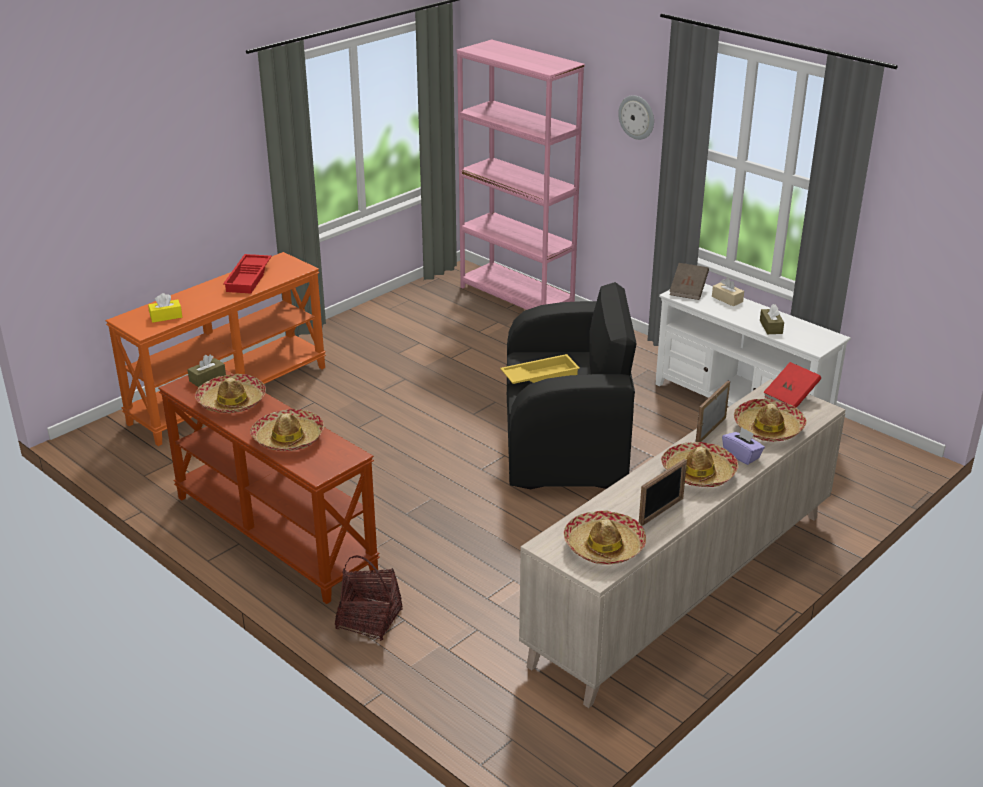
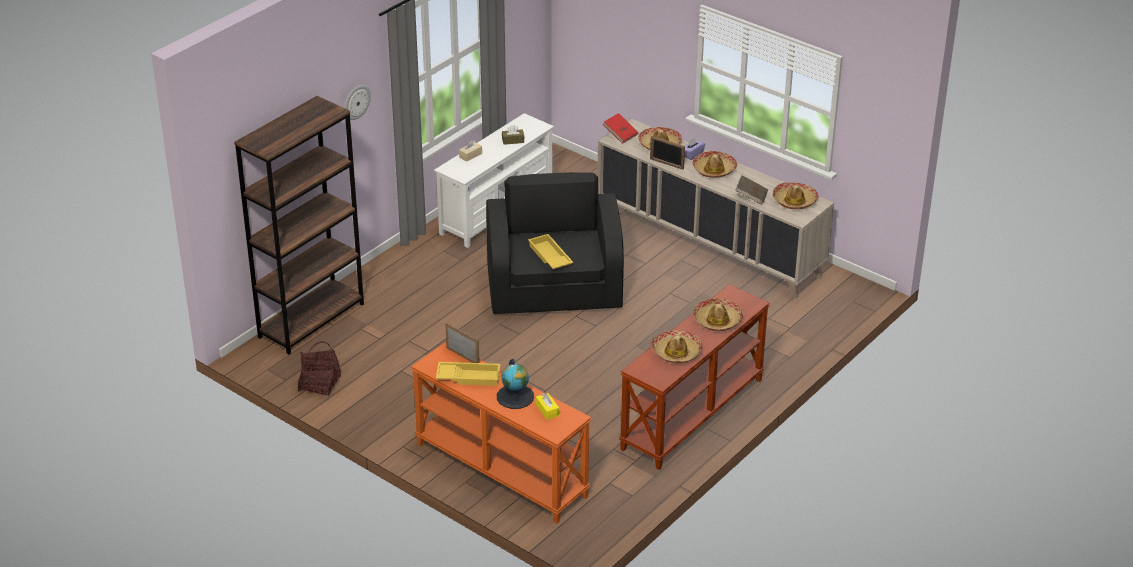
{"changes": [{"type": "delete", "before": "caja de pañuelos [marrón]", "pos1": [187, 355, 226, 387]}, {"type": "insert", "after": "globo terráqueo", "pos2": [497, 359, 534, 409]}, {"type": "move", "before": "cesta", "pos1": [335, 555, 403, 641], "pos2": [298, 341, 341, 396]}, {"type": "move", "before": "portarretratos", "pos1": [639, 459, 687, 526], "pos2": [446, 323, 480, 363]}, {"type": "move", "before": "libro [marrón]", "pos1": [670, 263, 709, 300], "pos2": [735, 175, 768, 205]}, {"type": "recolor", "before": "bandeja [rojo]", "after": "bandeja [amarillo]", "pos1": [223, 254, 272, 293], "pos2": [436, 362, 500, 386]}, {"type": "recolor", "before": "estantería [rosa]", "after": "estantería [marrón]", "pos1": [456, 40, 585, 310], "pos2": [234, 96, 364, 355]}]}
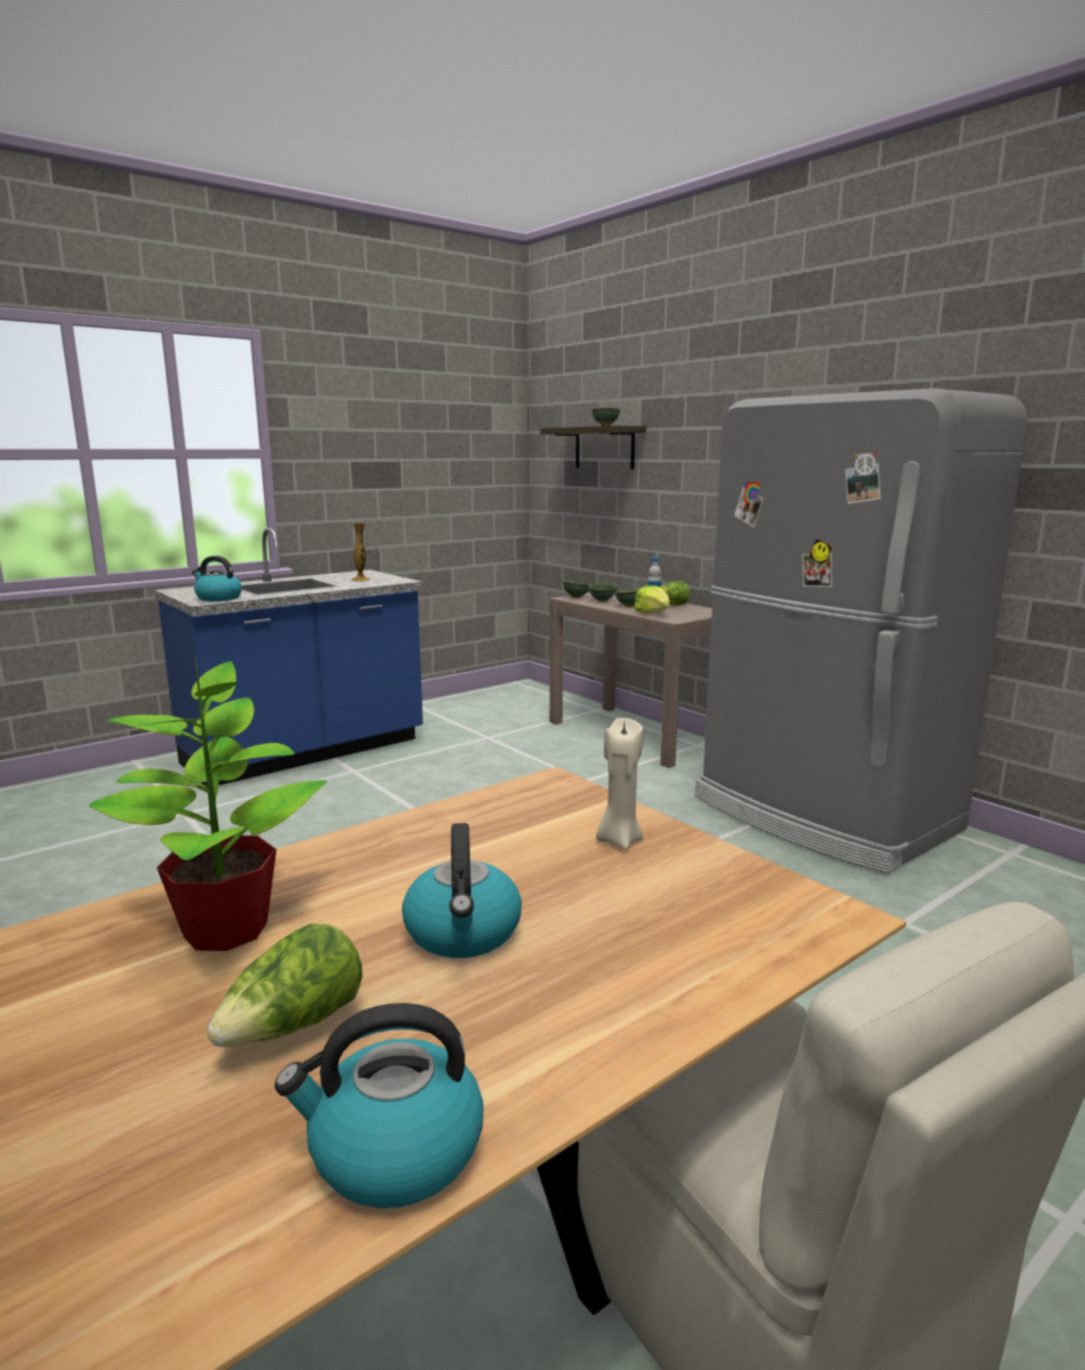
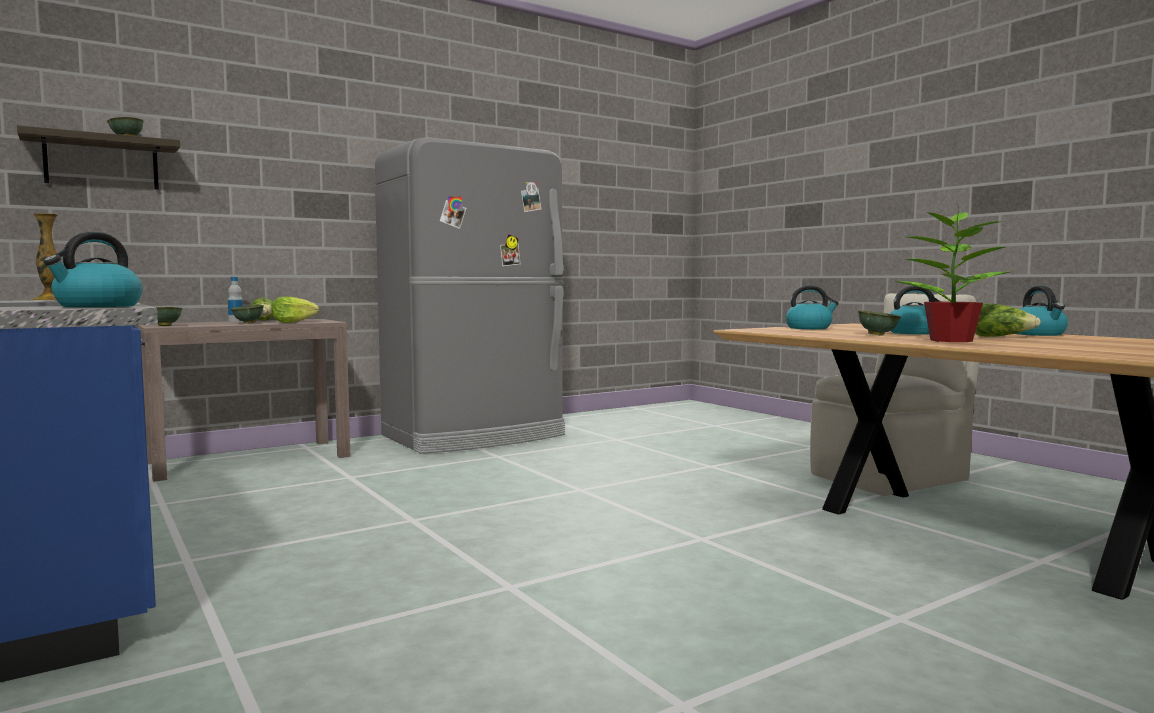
{"changes": [{"type": "move", "before": "cuenco [verde]", "pos1": [588, 582, 618, 602], "pos2": [858, 310, 901, 336]}, {"type": "replace", "before": "vela [beis]", "after": "hervidor", "pos1": [596, 718, 644, 850], "pos2": [785, 285, 839, 329]}]}
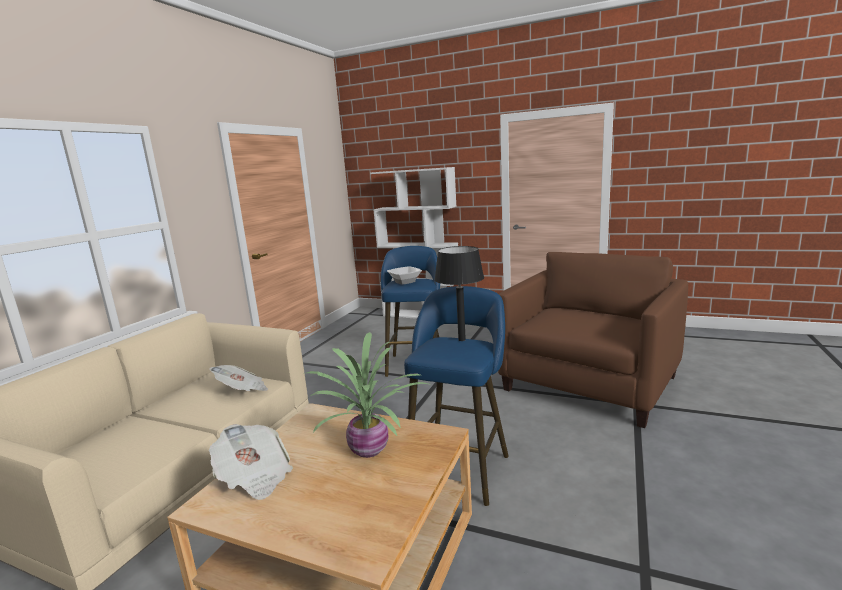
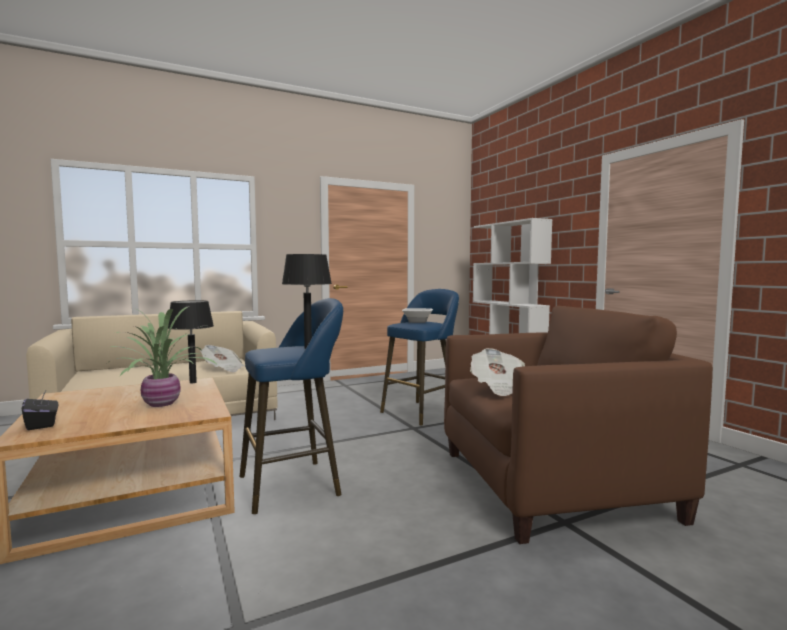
{"changes": [{"type": "insert", "after": "caja de pañuelos [negro]", "pos2": [22, 389, 58, 430]}, {"type": "insert", "after": "lámpara de mesa [negro]", "pos2": [168, 300, 214, 383]}, {"type": "move", "before": "periódico", "pos1": [209, 424, 293, 500], "pos2": [470, 348, 525, 396]}]}
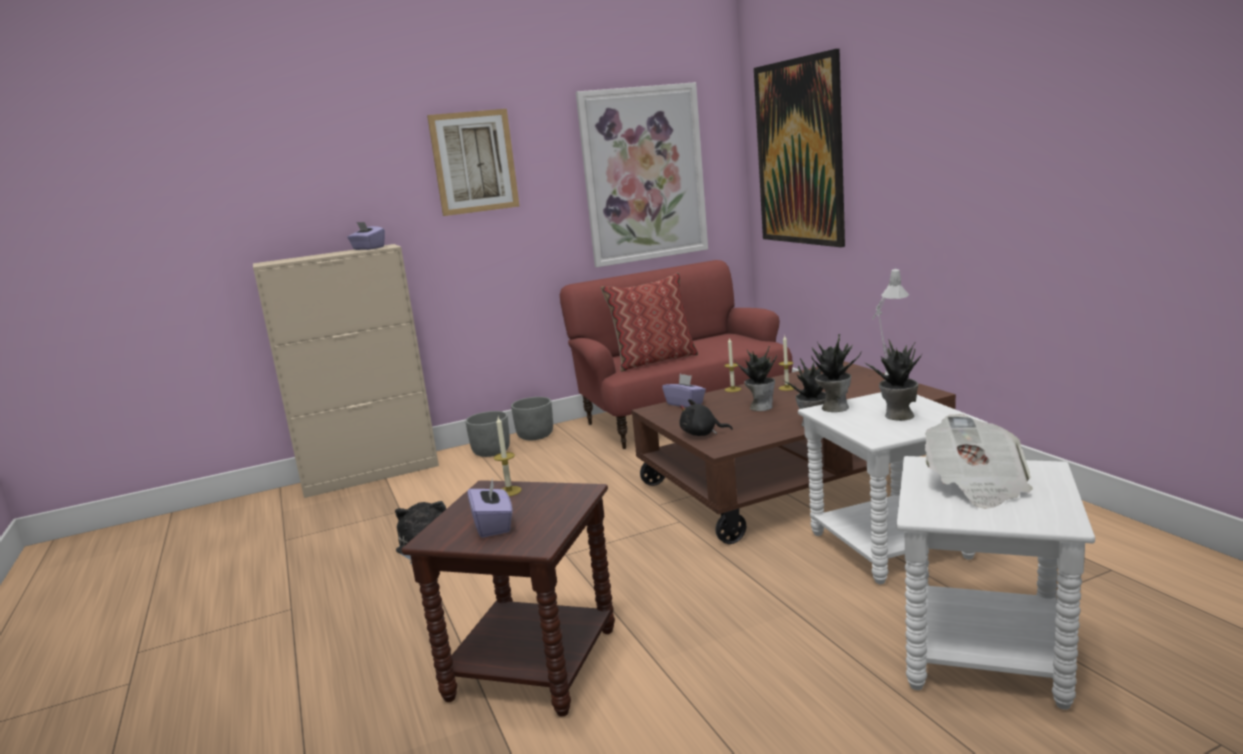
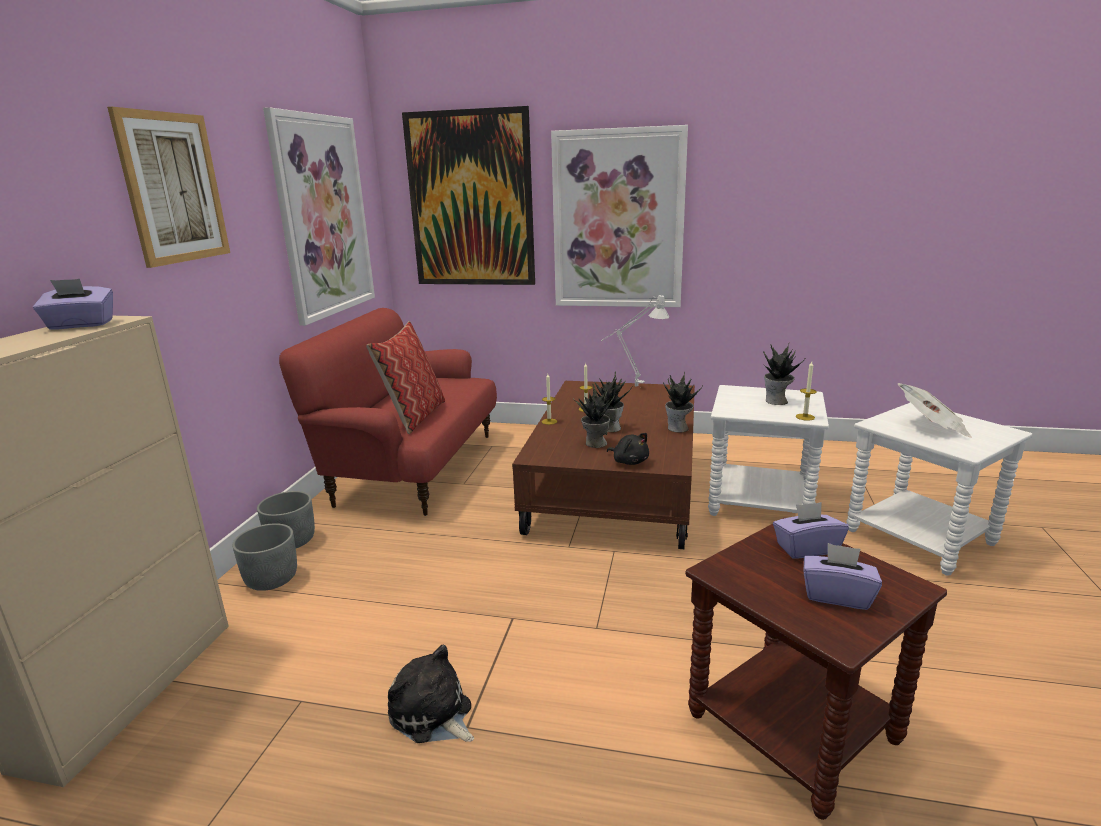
{"changes": [{"type": "insert", "after": "cuadro", "pos2": [551, 125, 688, 307]}, {"type": "move", "before": "vela", "pos1": [494, 417, 522, 496], "pos2": [796, 361, 817, 421]}, {"type": "move", "before": "caja de pañuelos [morado]", "pos1": [662, 374, 706, 407], "pos2": [773, 502, 849, 559]}, {"type": "move", "before": "planta en maceta", "pos1": [811, 334, 861, 412], "pos2": [575, 384, 615, 448]}, {"type": "rotate", "before": "peluche [negro]", "pos1": [680, 399, 733, 436], "pos2": [607, 433, 649, 465], "turn": -90}]}
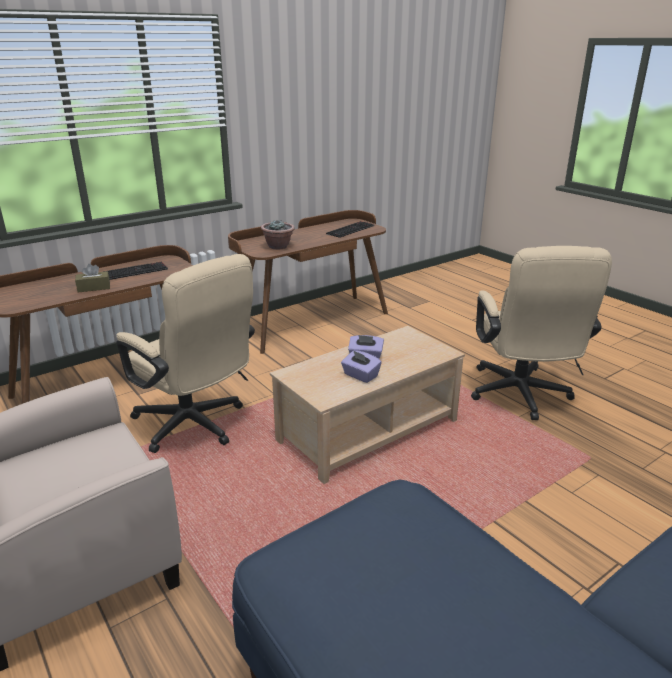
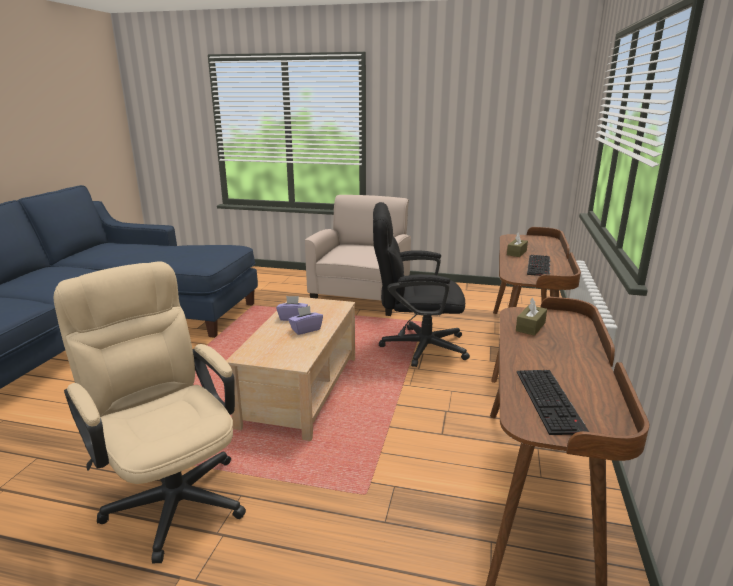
{"changes": [{"type": "replace", "before": "planta en maceta", "after": "caja de pañuelos [marrón]", "pos1": [261, 220, 295, 249], "pos2": [516, 298, 547, 336]}, {"type": "recolor", "before": "silla de oficina [beis]", "after": "silla de oficina [negro]", "pos1": [116, 254, 255, 453], "pos2": [373, 202, 470, 367]}]}
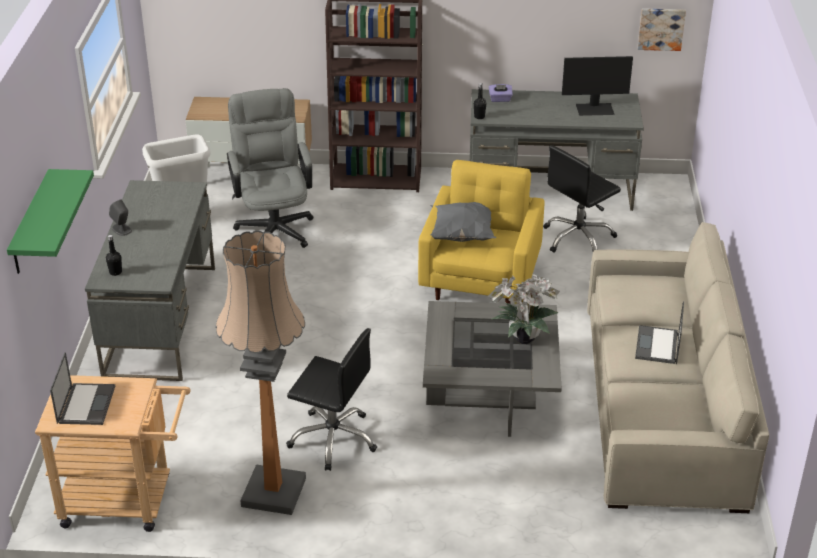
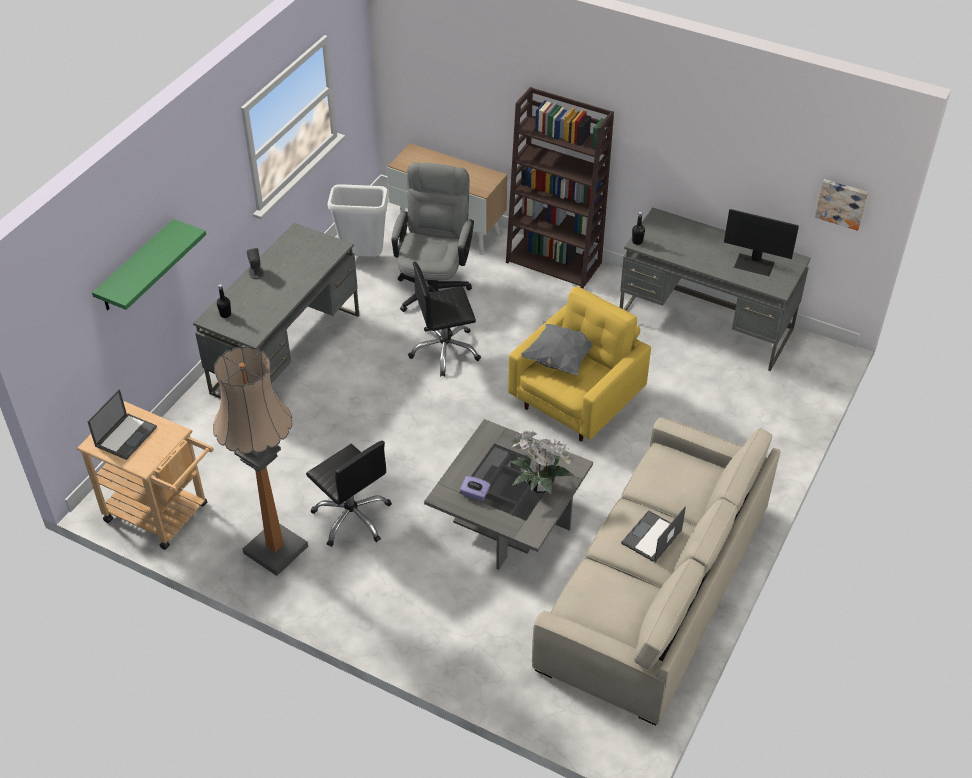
{"changes": [{"type": "move", "before": "caja de pañuelos [morado]", "pos1": [489, 84, 513, 102], "pos2": [460, 476, 490, 501]}, {"type": "move", "before": "silla de oficina [negro]", "pos1": [543, 145, 621, 253], "pos2": [408, 262, 481, 377]}]}
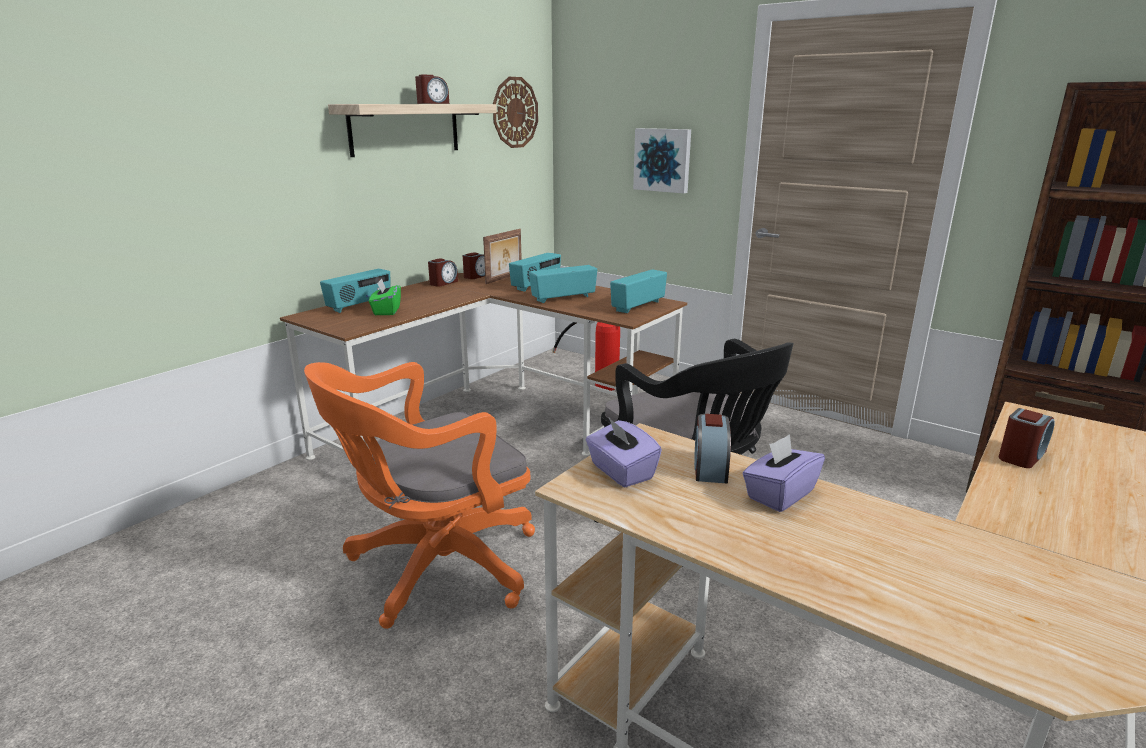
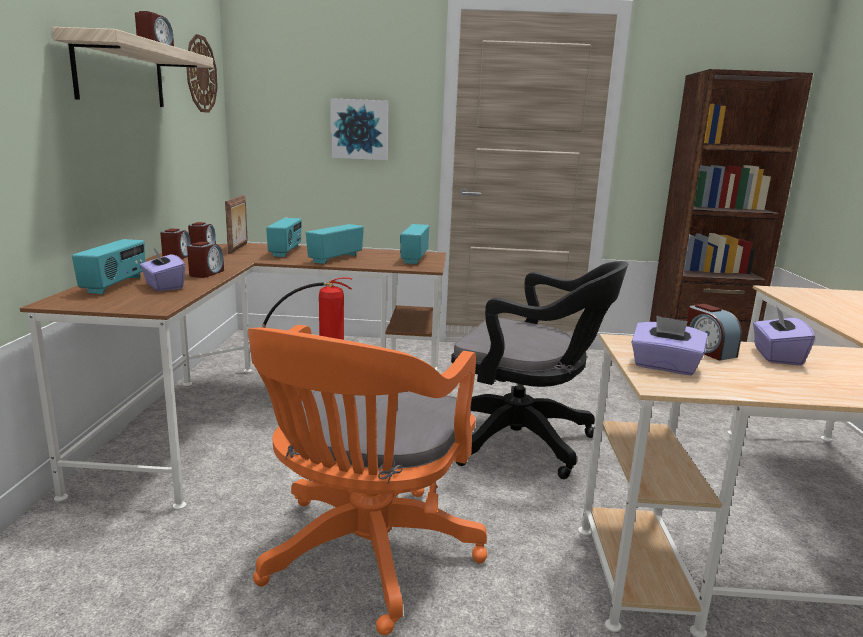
{"changes": [{"type": "move", "before": "despertador", "pos1": [999, 408, 1055, 468], "pos2": [187, 242, 224, 278]}, {"type": "recolor", "before": "caja de pañuelos [verde]", "after": "caja de pañuelos [morado]", "pos1": [369, 279, 401, 315], "pos2": [140, 249, 185, 291]}]}
